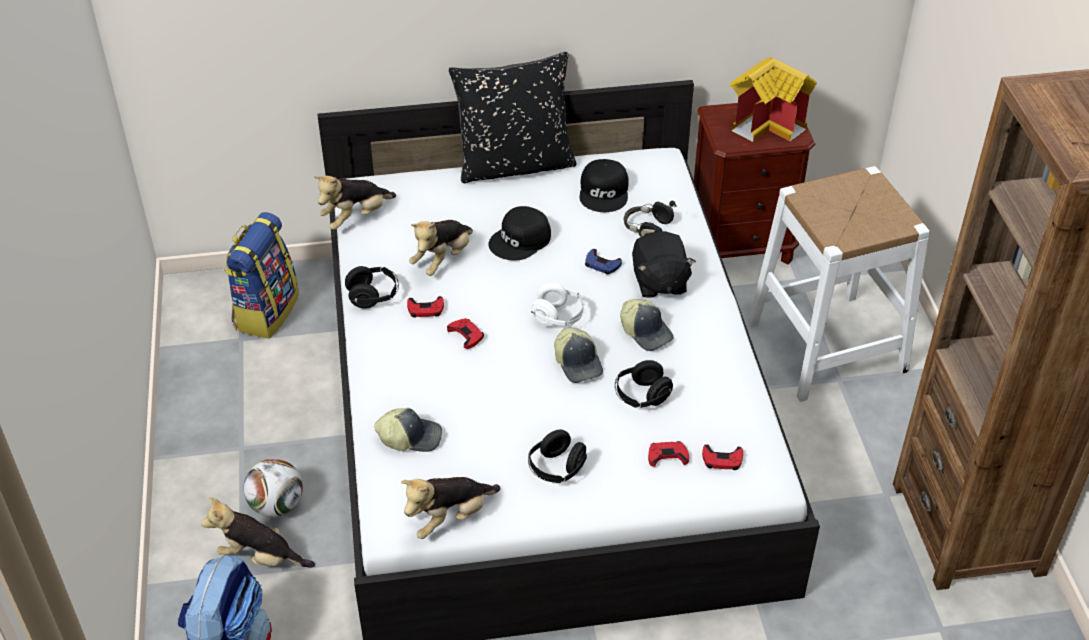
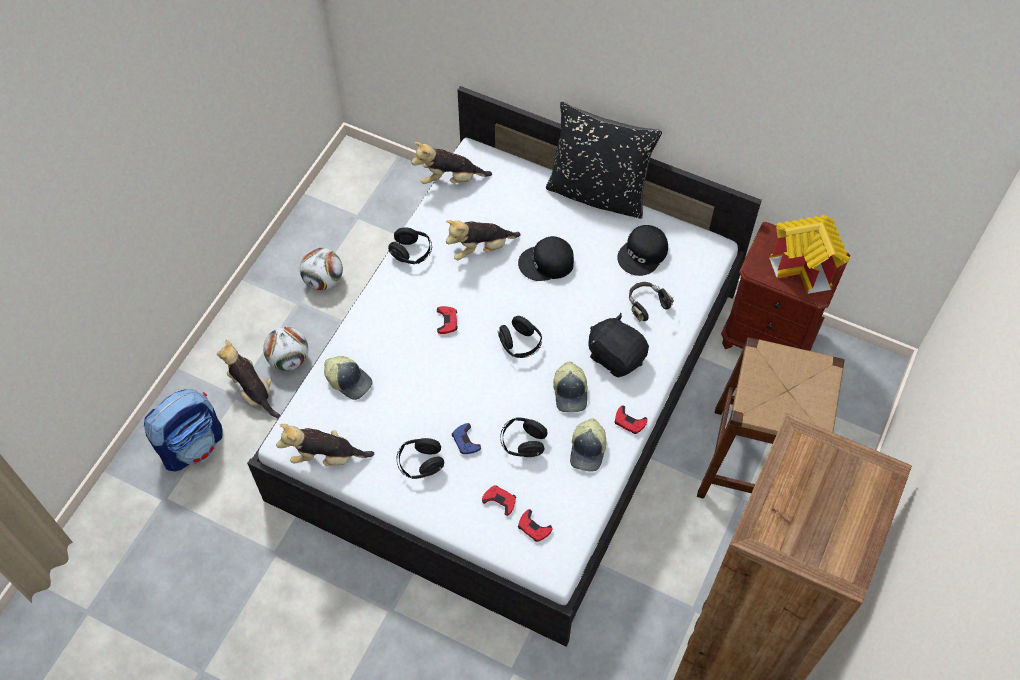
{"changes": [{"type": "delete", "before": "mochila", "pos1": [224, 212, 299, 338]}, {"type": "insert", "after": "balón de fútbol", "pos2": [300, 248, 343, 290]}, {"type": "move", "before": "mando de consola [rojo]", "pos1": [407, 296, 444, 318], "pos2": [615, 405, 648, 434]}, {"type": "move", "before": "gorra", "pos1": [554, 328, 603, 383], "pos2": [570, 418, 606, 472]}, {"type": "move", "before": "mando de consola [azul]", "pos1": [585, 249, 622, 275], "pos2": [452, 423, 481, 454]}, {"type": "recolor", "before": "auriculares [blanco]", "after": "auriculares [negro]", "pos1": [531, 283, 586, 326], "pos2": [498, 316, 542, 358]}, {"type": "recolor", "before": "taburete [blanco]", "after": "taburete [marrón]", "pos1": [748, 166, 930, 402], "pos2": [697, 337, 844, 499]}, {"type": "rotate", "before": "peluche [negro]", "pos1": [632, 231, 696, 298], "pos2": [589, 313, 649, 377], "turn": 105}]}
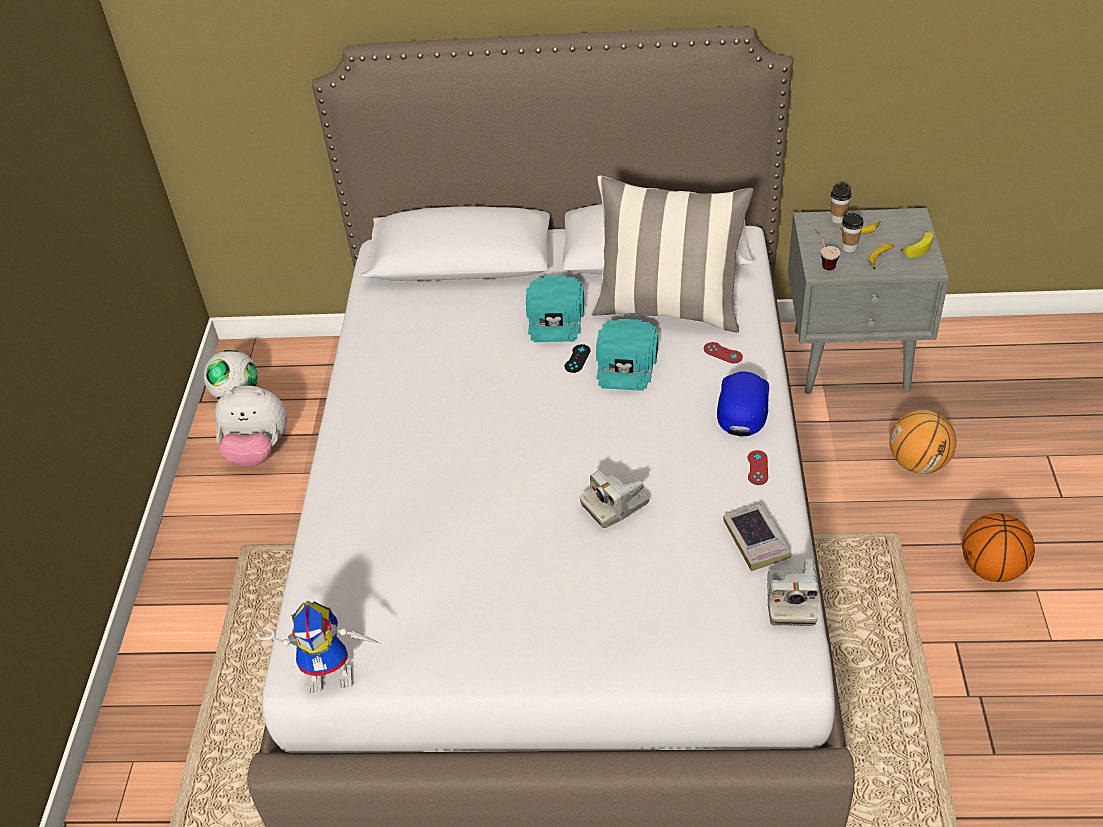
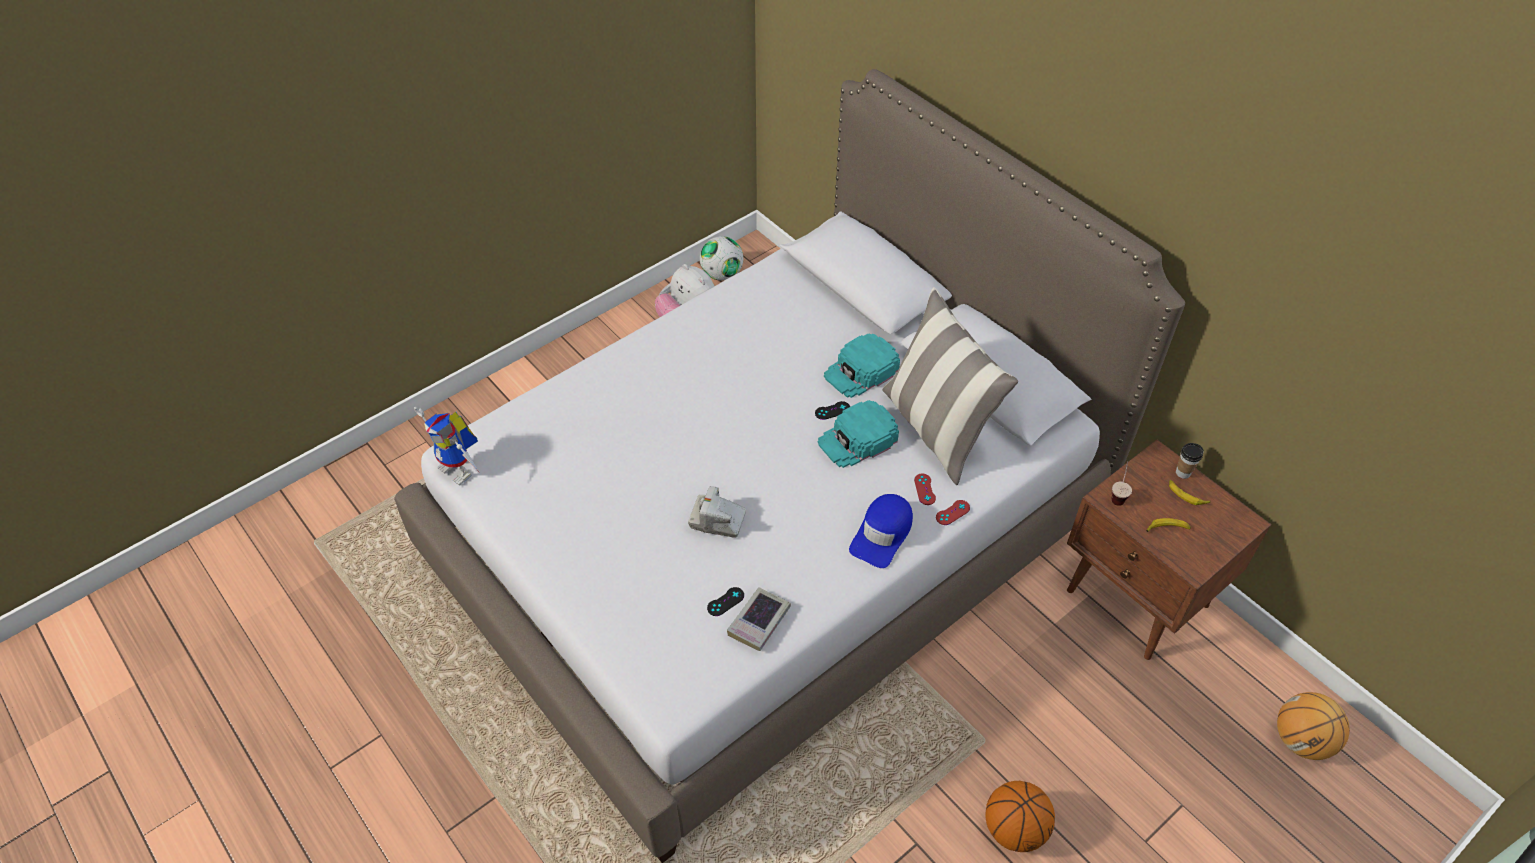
{"changes": [{"type": "delete", "before": "cámara", "pos1": [767, 559, 819, 626]}, {"type": "delete", "before": "taza", "pos1": [842, 213, 864, 252]}, {"type": "delete", "before": "plátano", "pos1": [901, 231, 933, 258]}, {"type": "insert", "after": "mando de consola [negro]", "pos2": [707, 587, 744, 616]}, {"type": "move", "before": "mando de consola [rojo]", "pos1": [748, 450, 768, 485], "pos2": [936, 500, 970, 525]}, {"type": "move", "before": "balón de baloncesto", "pos1": [889, 410, 957, 474], "pos2": [1277, 692, 1350, 760]}, {"type": "recolor", "before": "mesita de noche [gris]", "after": "mesita de noche [marrón]", "pos1": [788, 208, 949, 394], "pos2": [1067, 440, 1271, 660]}, {"type": "rotate", "before": "gorra [azul]", "pos1": [717, 372, 769, 436], "pos2": [849, 494, 913, 568], "turn": 150}]}
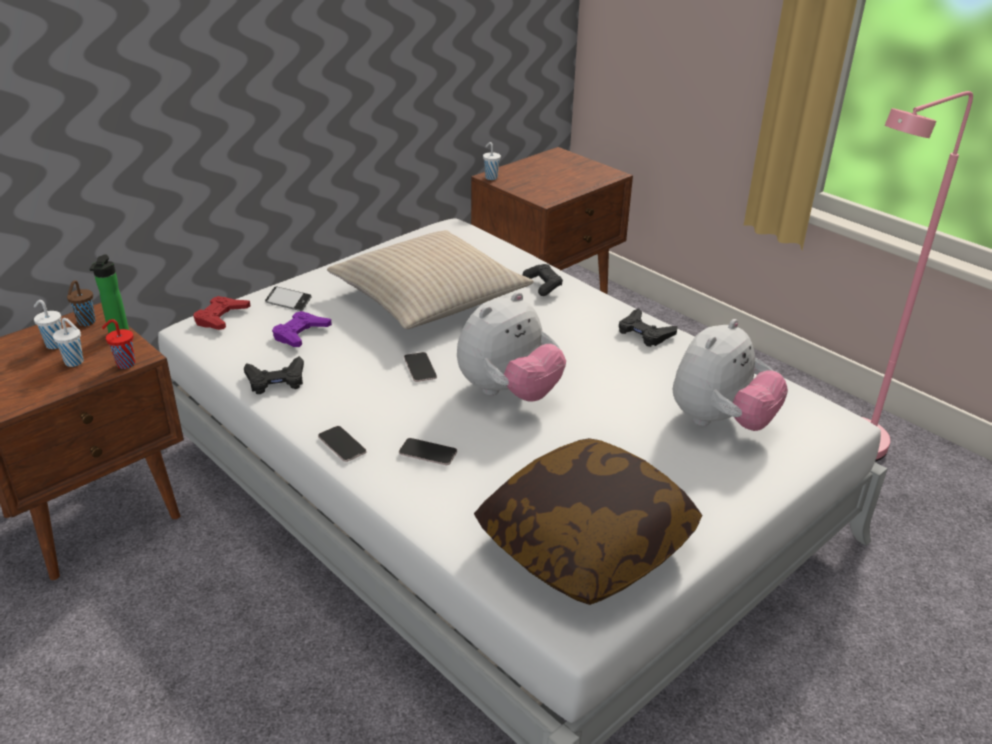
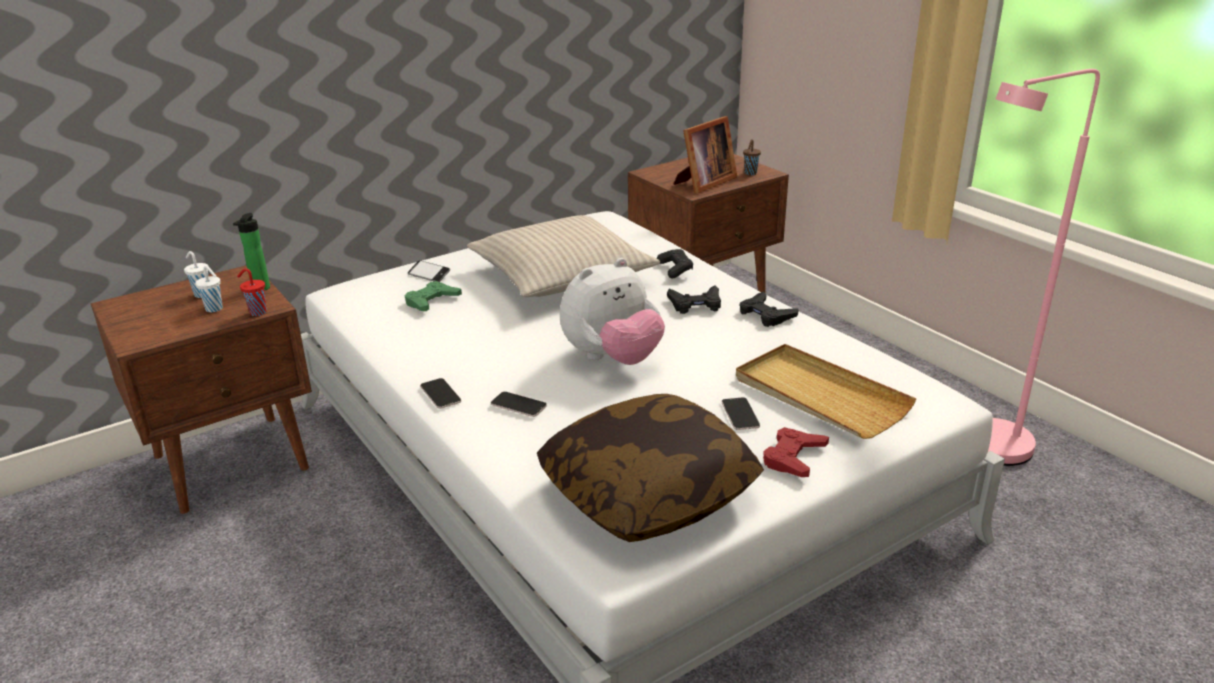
{"changes": [{"type": "delete", "before": "taza [blanco]", "pos1": [483, 142, 501, 180]}, {"type": "insert", "after": "portarretratos", "pos2": [674, 116, 737, 193]}, {"type": "move", "before": "taza [marrón]", "pos1": [67, 280, 96, 326], "pos2": [743, 139, 761, 175]}, {"type": "move", "before": "mando de consola [rojo]", "pos1": [193, 296, 251, 330], "pos2": [763, 427, 829, 477]}, {"type": "move", "before": "mando de consola [negro]", "pos1": [244, 356, 304, 394], "pos2": [667, 285, 721, 314]}, {"type": "move", "before": "móvil", "pos1": [404, 352, 437, 382], "pos2": [722, 397, 760, 430]}, {"type": "replace", "before": "peluche", "after": "bandeja [beis]", "pos1": [673, 319, 788, 431], "pos2": [736, 344, 917, 439]}, {"type": "recolor", "before": "mando de consola [morado]", "after": "mando de consola [verde]", "pos1": [272, 311, 332, 347], "pos2": [405, 281, 462, 311]}]}
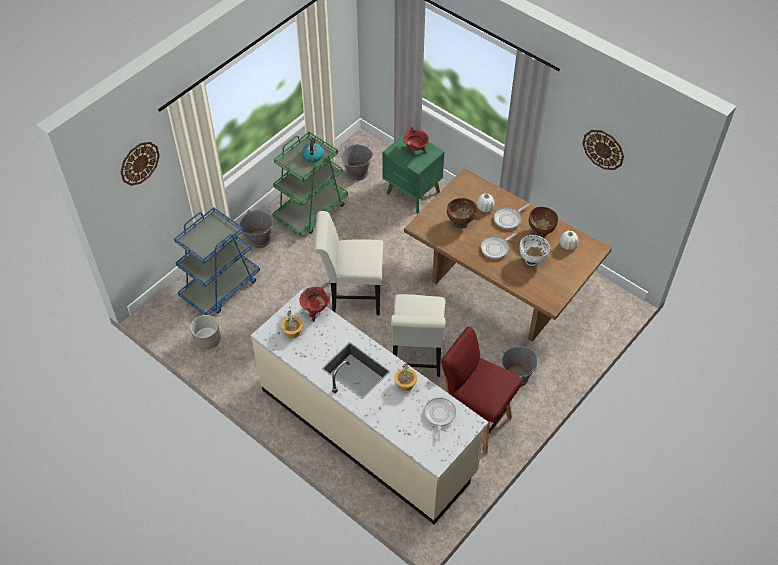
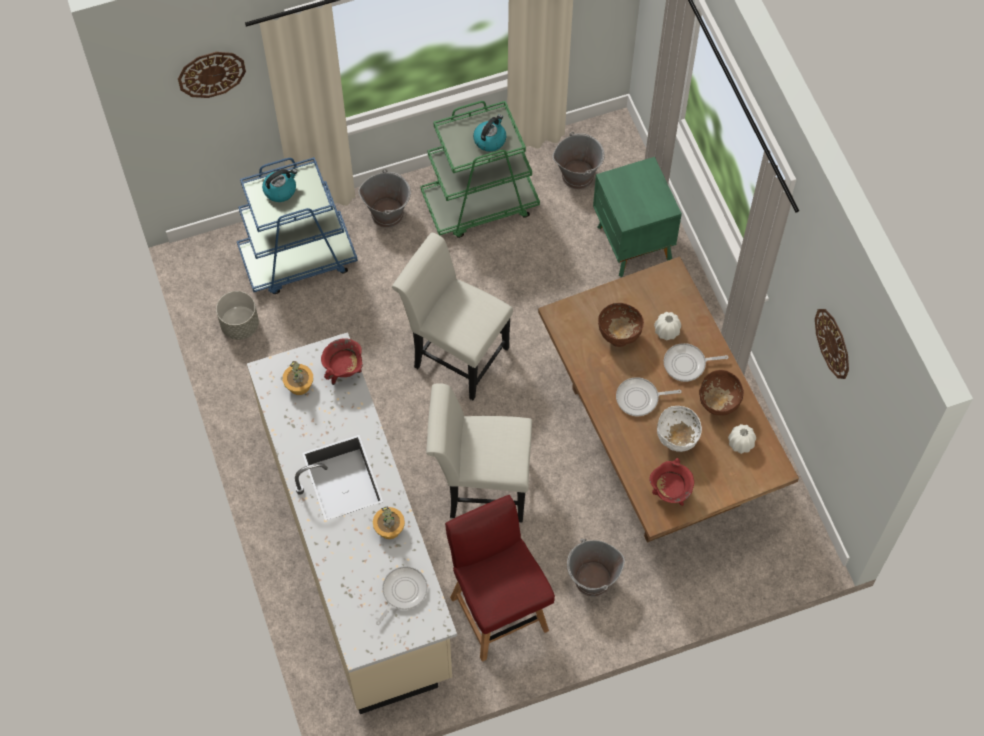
{"changes": [{"type": "insert", "after": "hervidor", "pos2": [262, 169, 297, 202]}, {"type": "move", "before": "olla [rojo]", "pos1": [403, 127, 429, 153], "pos2": [649, 458, 694, 506]}, {"type": "rotate", "before": "silla [blanco]", "pos1": [391, 294, 445, 377], "pos2": [426, 383, 532, 522], "turn": 60}]}
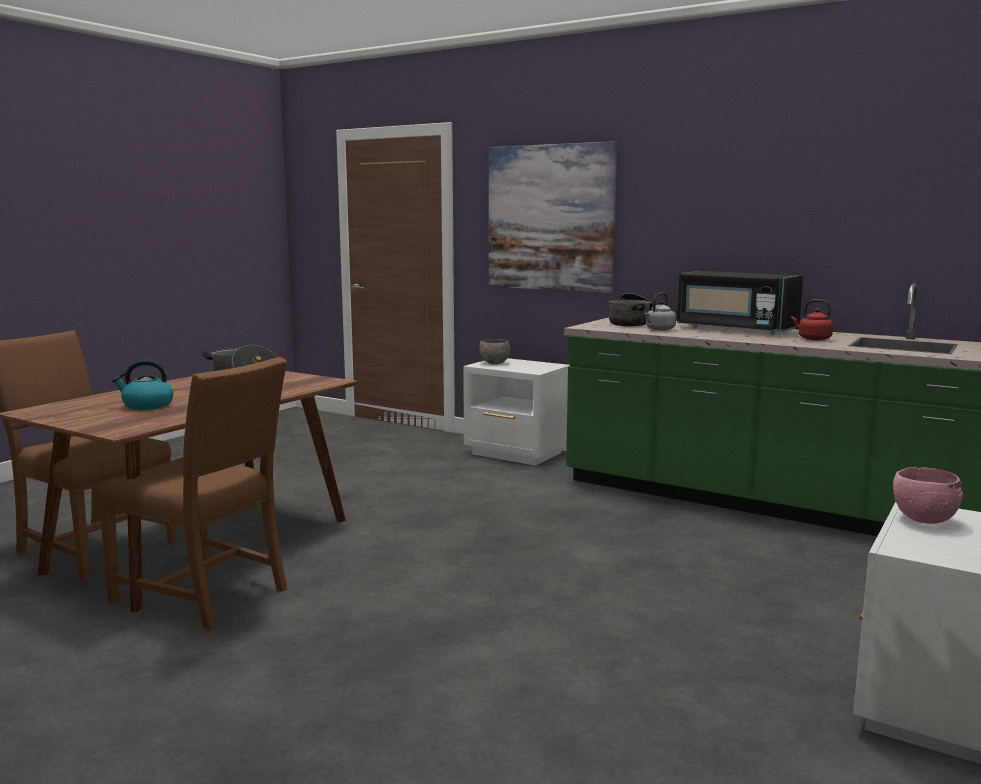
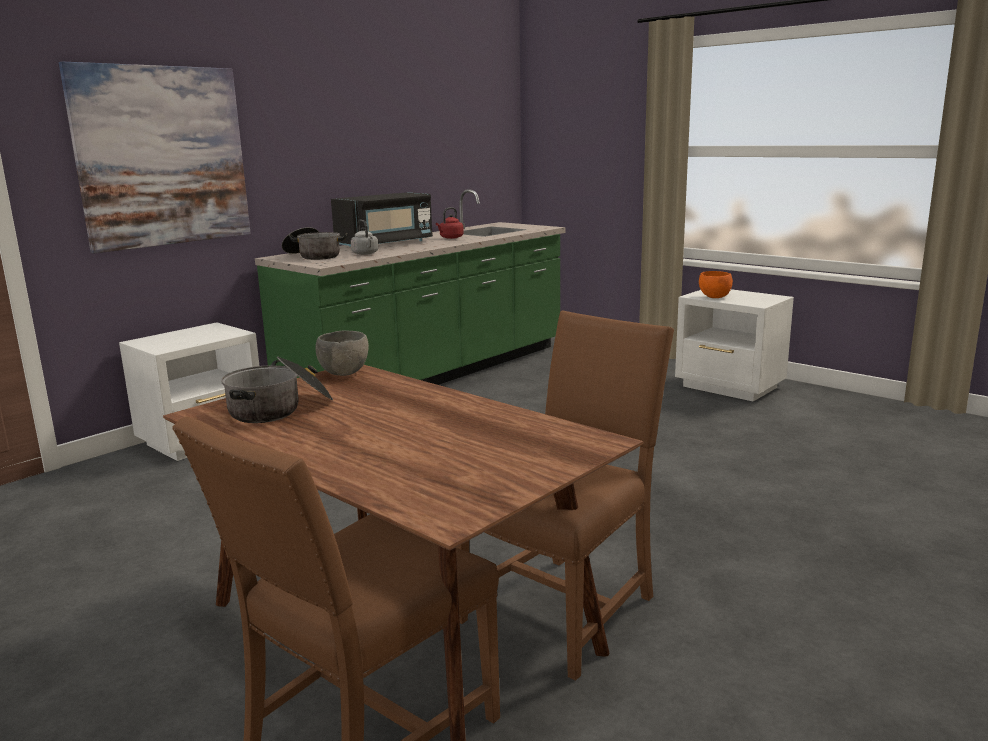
{"changes": [{"type": "delete", "before": "hervidor", "pos1": [112, 360, 173, 410]}, {"type": "move", "before": "cuenco [gris]", "pos1": [479, 339, 510, 364], "pos2": [316, 330, 369, 376]}, {"type": "recolor", "before": "cuenco [rosa]", "after": "cuenco [naranja]", "pos1": [893, 467, 963, 524], "pos2": [699, 271, 733, 298]}]}
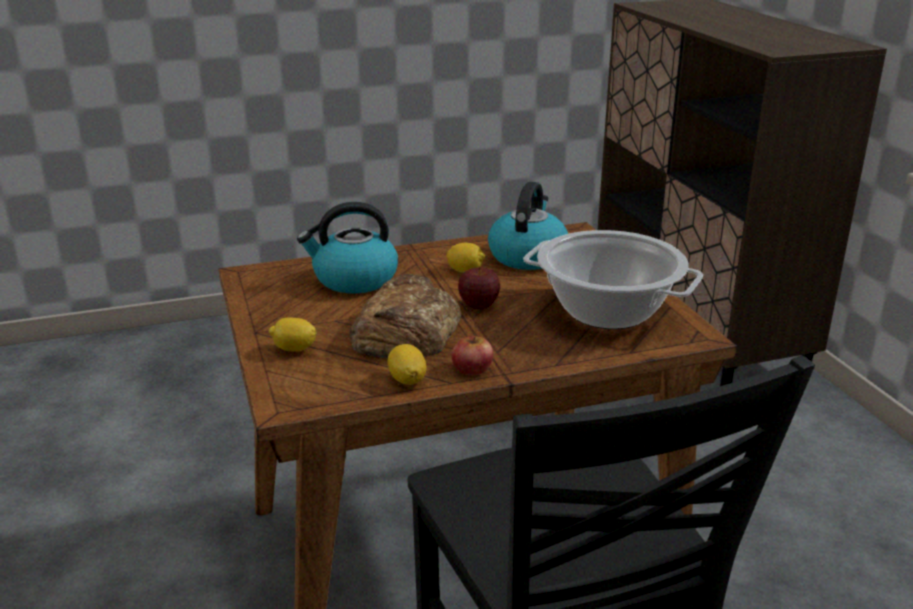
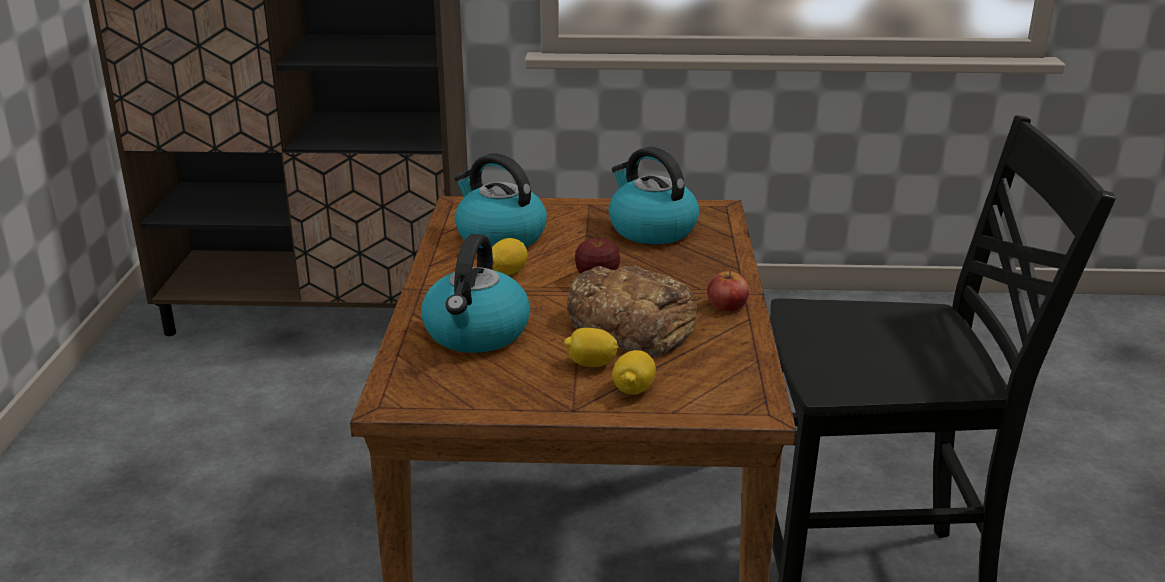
{"changes": [{"type": "move", "before": "limón", "pos1": [387, 344, 427, 385], "pos2": [564, 328, 619, 367]}, {"type": "replace", "before": "olla", "after": "hervidor", "pos1": [523, 230, 703, 329], "pos2": [609, 147, 699, 244]}]}
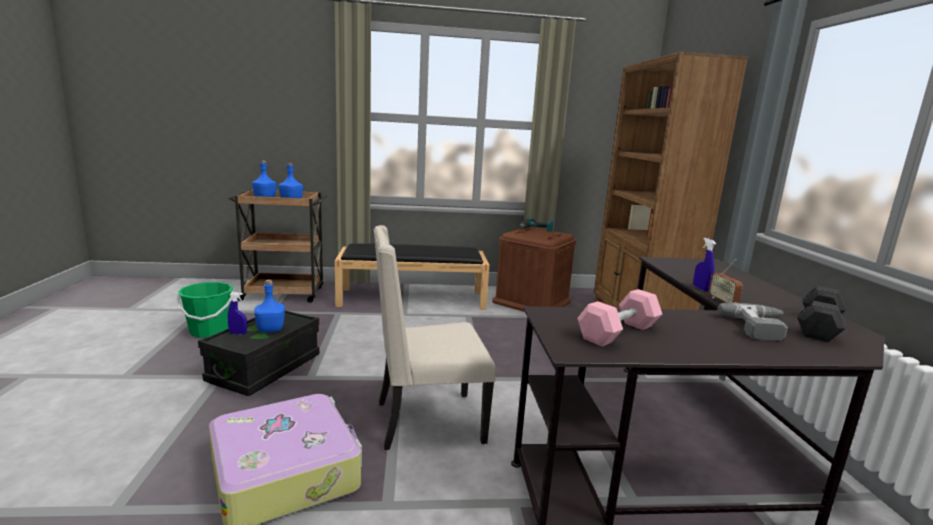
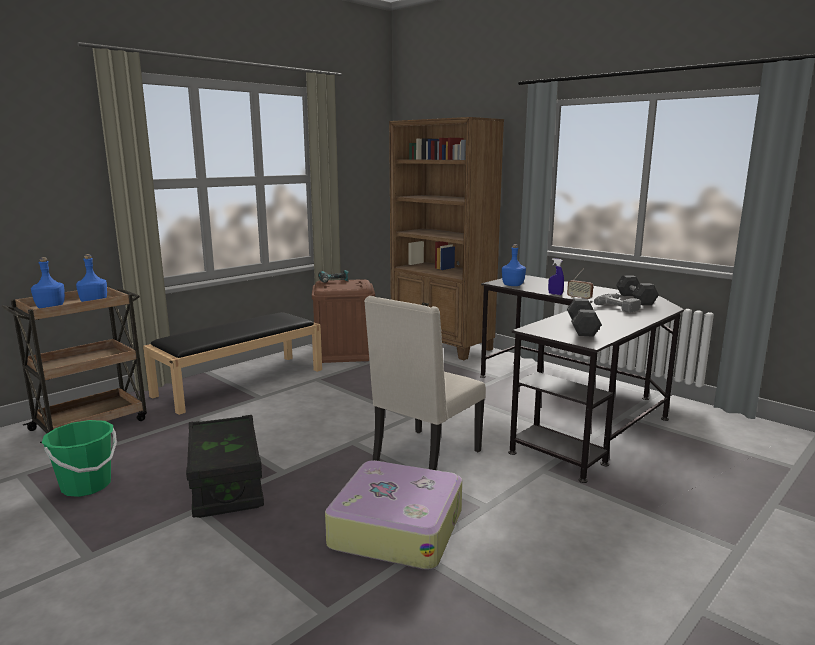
{"changes": [{"type": "delete", "before": "pulverizador [azul]", "pos1": [228, 292, 247, 335]}, {"type": "move", "before": "botella [azul]", "pos1": [254, 279, 285, 333], "pos2": [502, 244, 526, 286]}, {"type": "recolor", "before": "mancuerna [rosa]", "after": "mancuerna [gris]", "pos1": [577, 289, 662, 347], "pos2": [567, 298, 602, 337]}]}
